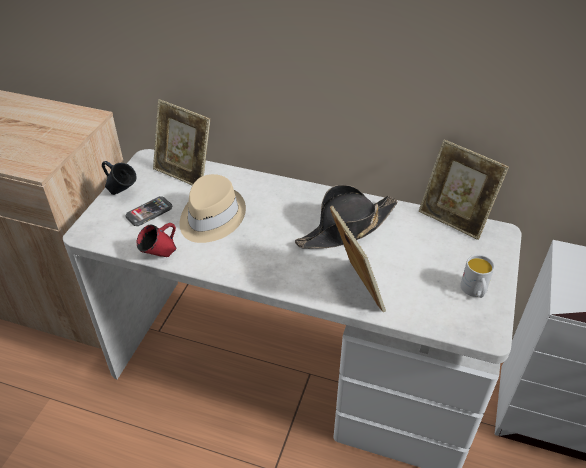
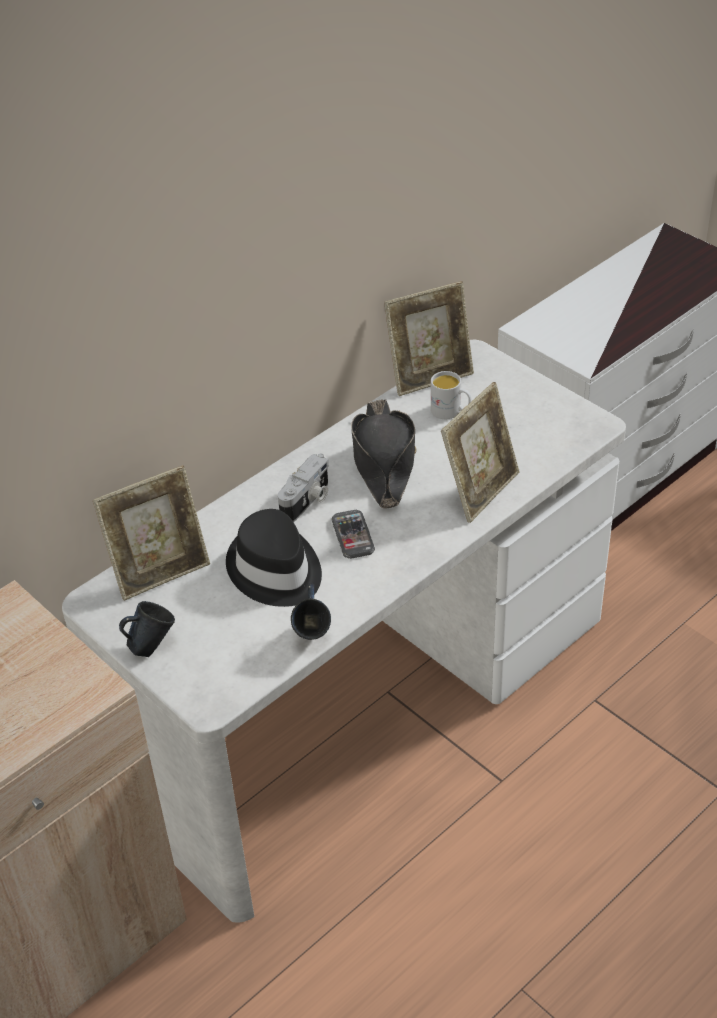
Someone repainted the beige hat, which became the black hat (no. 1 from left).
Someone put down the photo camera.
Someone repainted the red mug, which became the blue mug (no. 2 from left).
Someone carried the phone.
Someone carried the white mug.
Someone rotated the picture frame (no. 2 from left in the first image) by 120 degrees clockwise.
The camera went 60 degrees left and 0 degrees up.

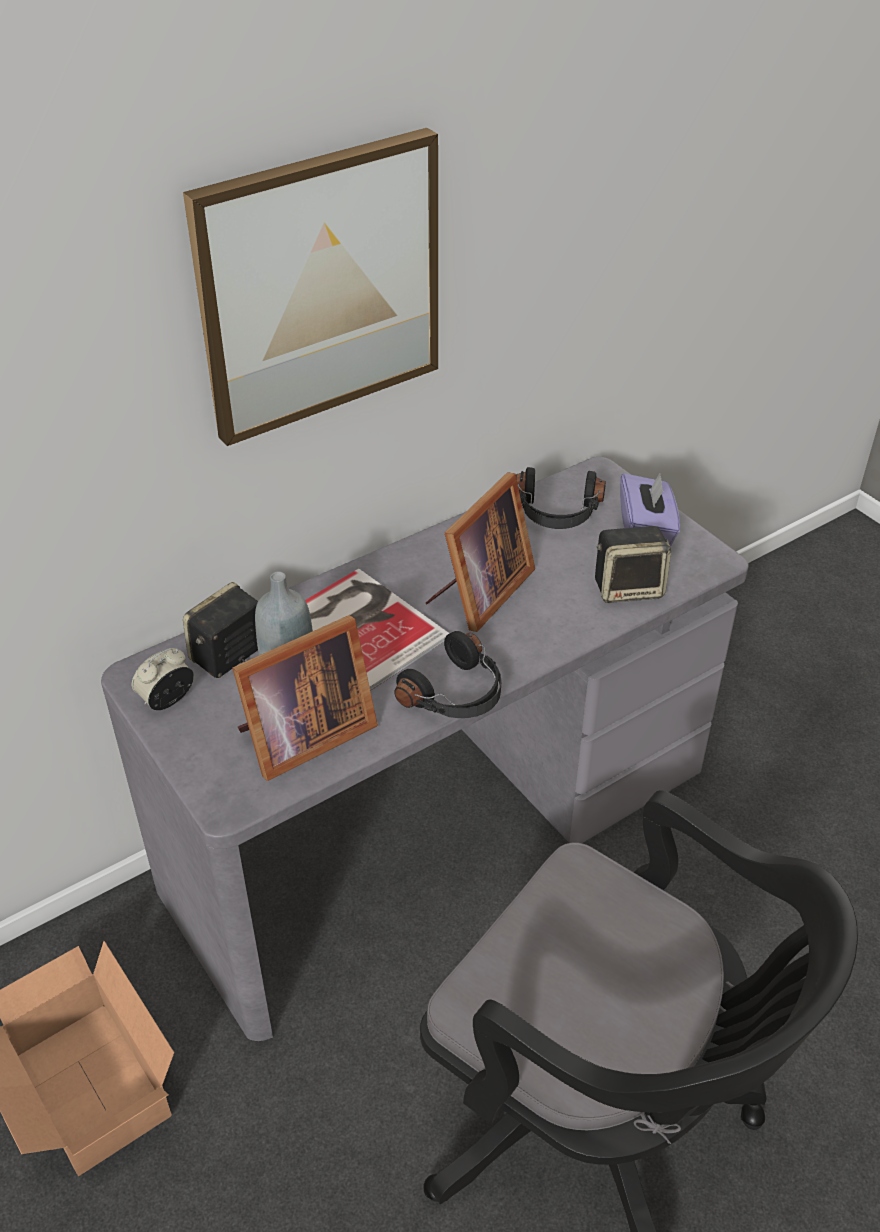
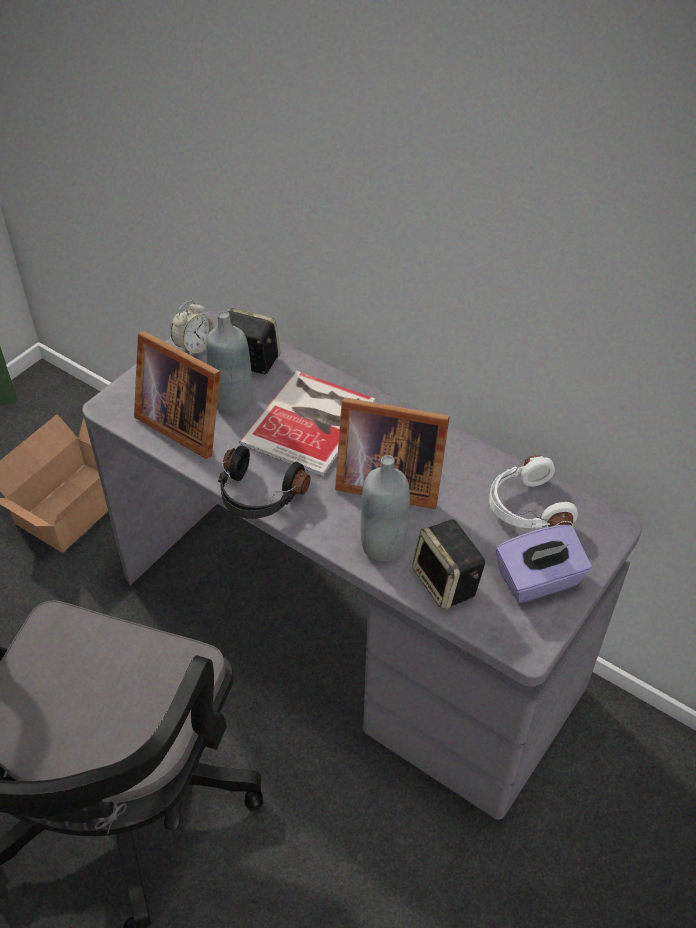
Someone rotated the alarm clock by 105 degrees clockwise.
Someone put down the grey bottle (no. 2 from left).
Someone repainted the black headphones (no. 2 from left), which became the white headphones.
Someone took away the picture.
The camera went 70 degrees right and 5 degrees up.

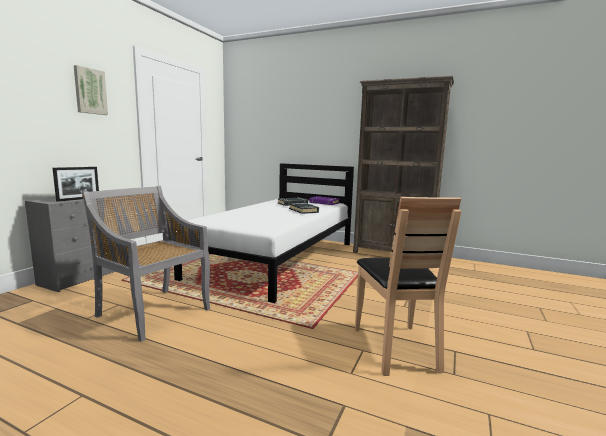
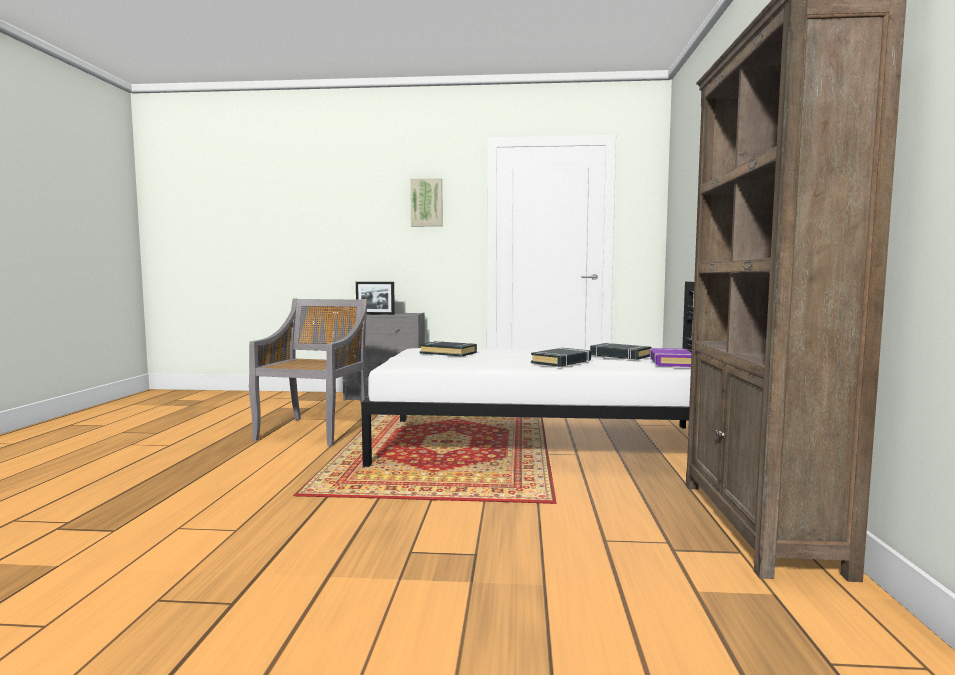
Someone put down the black book (no. 1 from left).
Someone took away the brown chair.
The camera went 70 degrees right and 5 degrees down.

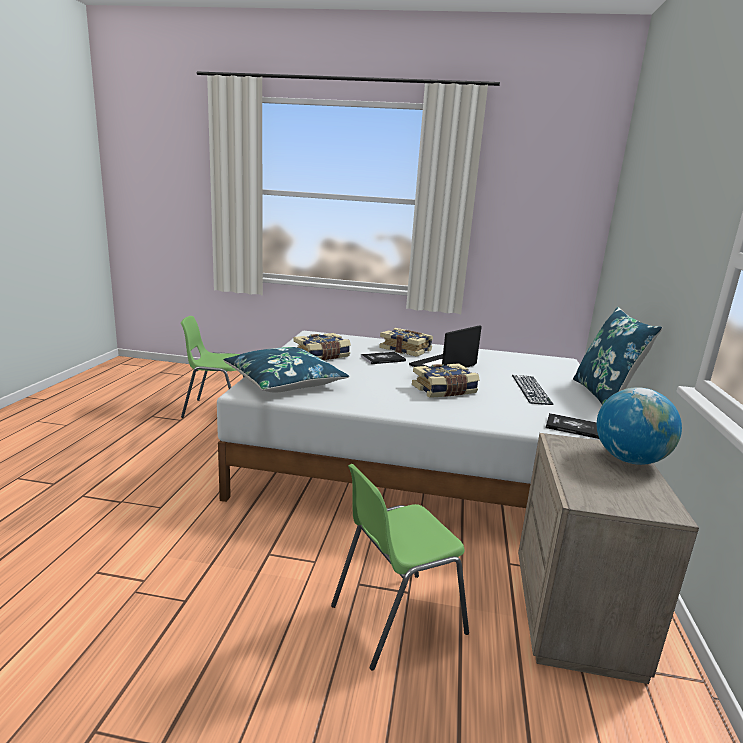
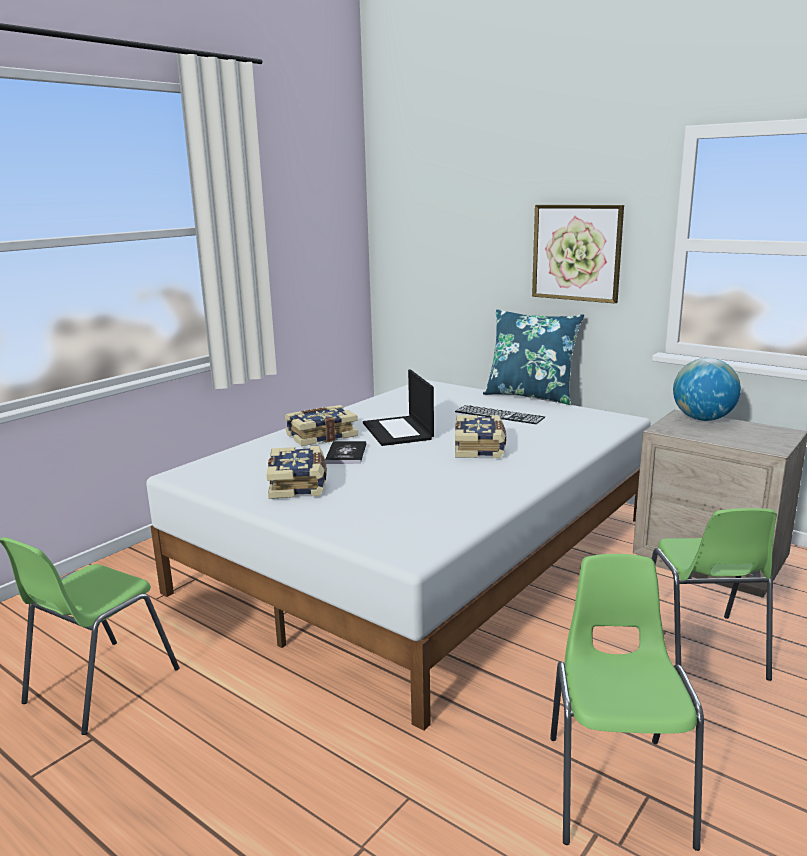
Someone put up the picture.
Someone put down the green chair (no. 2 from left).
Someone took away the blue pillow (no. 1 from left).
Someone took away the book (no. 5 from left).
The camera went 60 degrees left and 0 degrees up.

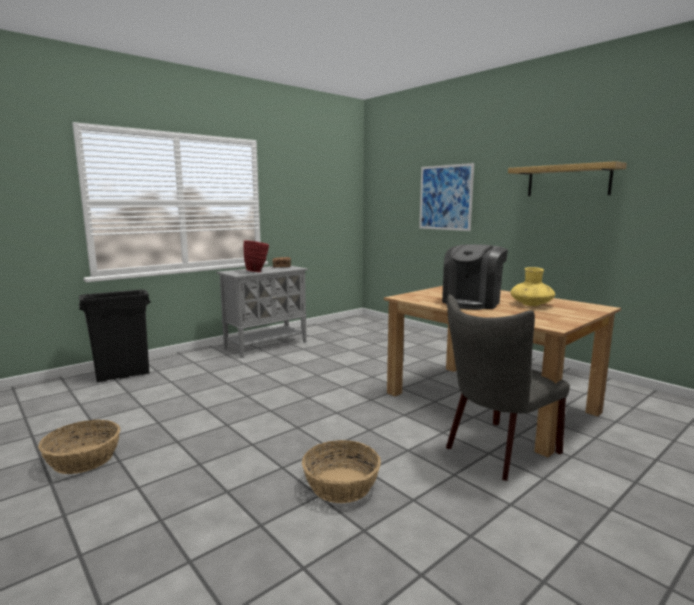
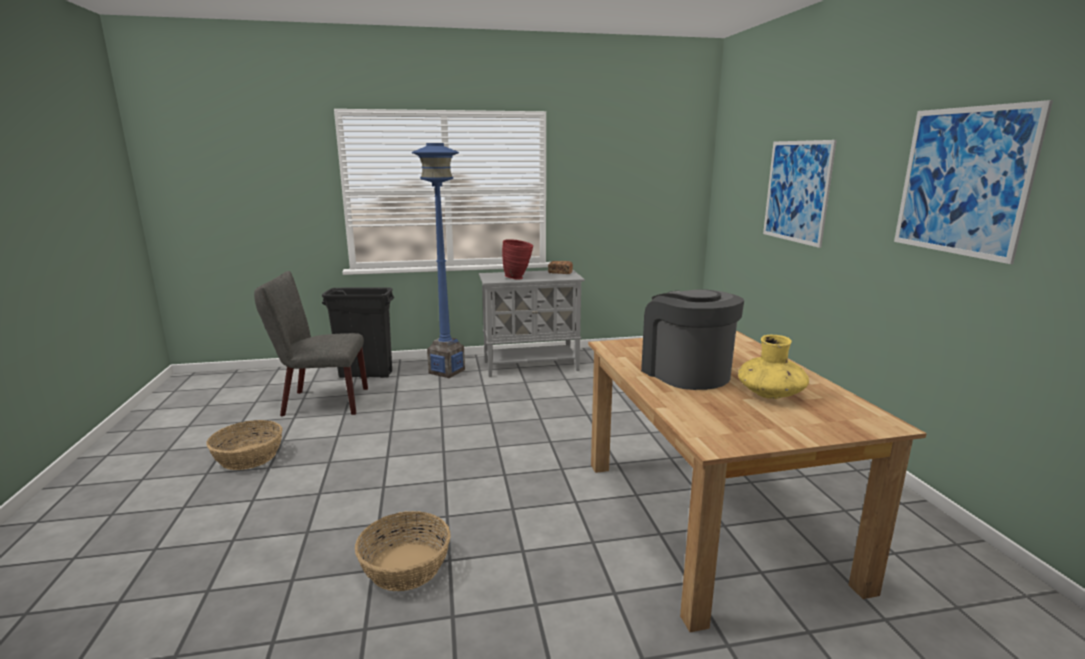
Someone carried the grey chair.
Someone put down the blue floor lamp.
Someone rotated the coffee machine by 90 degrees clockwise.
Someone swapped the shelf for the picture (no. 2 from left).
The camera went 30 degrees right and 5 degrees up.

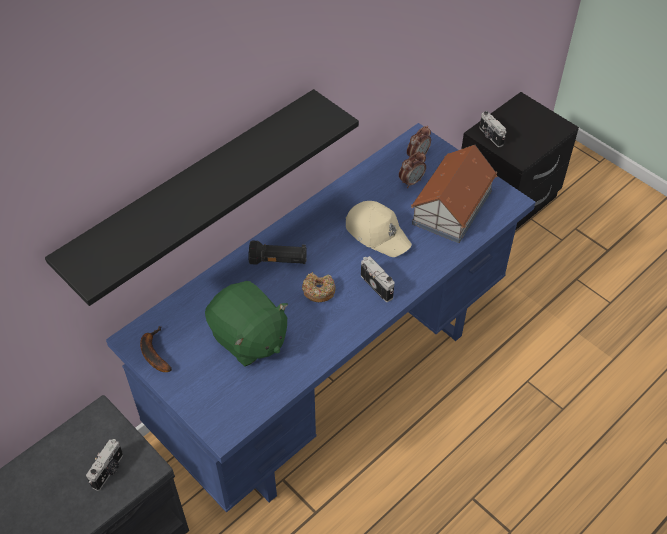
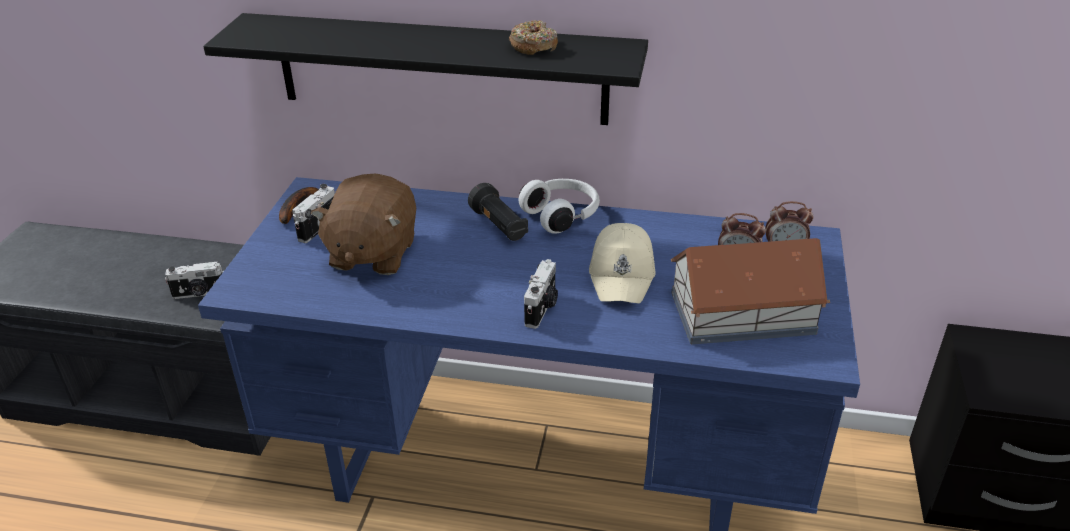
Someone carried the photo camera (no. 3 from left in the first image).
Someone repainted the green plush toy, which became the brown plush toy.
Someone carried the donut.
Someone put down the white headphones.
The camera went 55 degrees right and 15 degrees down.

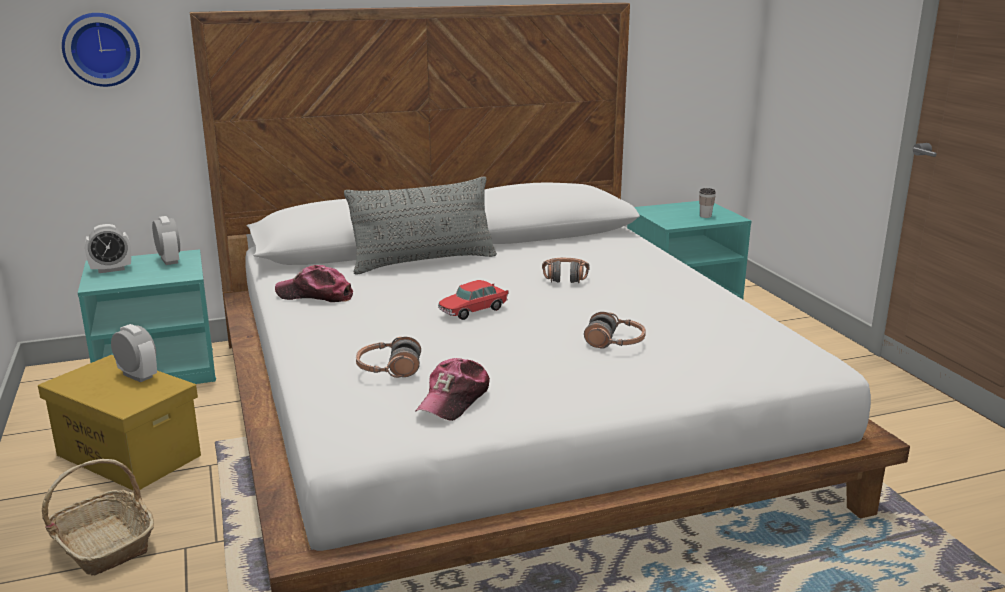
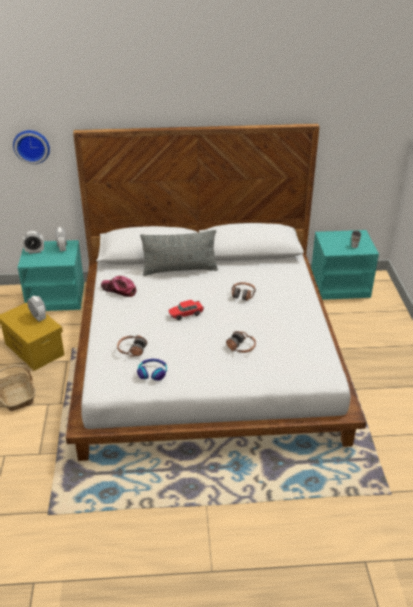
Someone swapped the cap (no. 2 from left) for the headphones (no. 2 from left).
The camera went 15 degrees right and 15 degrees up.

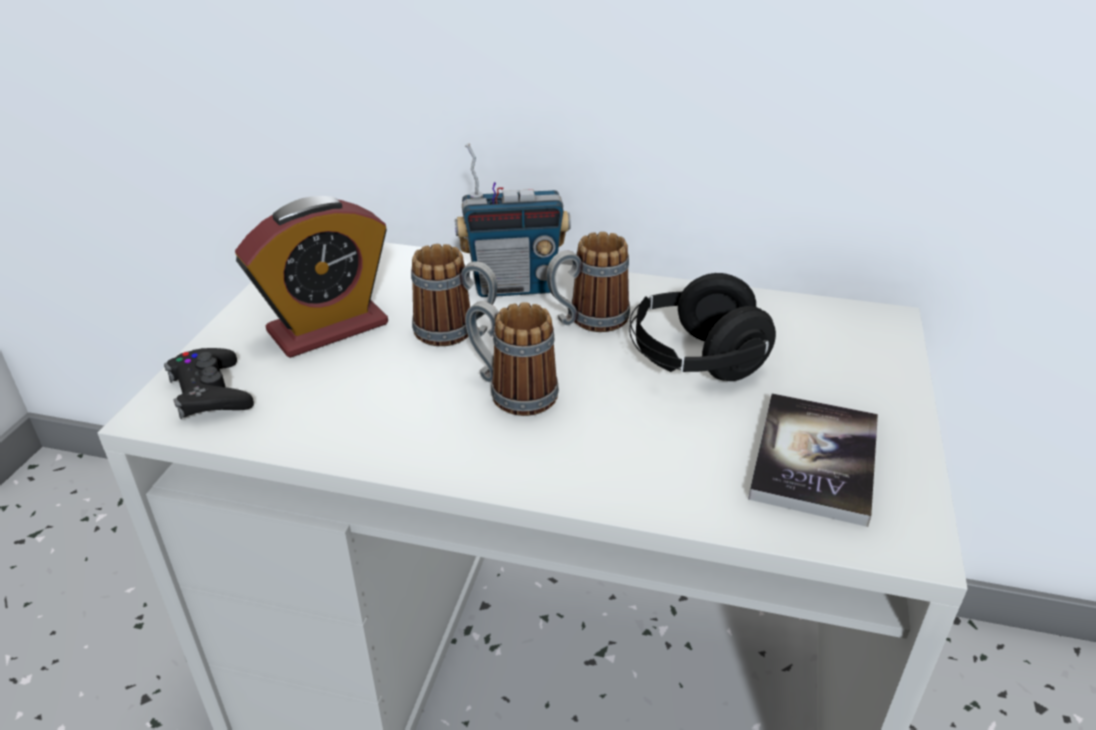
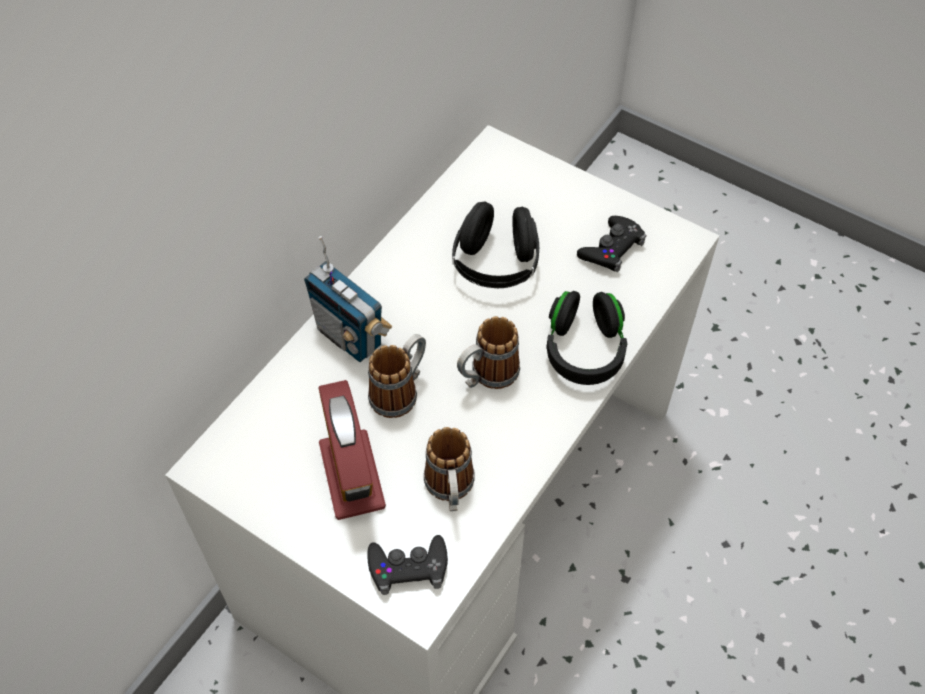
Someone rotated the radio by 120 degrees clockwise.
Someone carried the mug (no. 3 from left in the first image).
Someone put down the black headphones (no. 2 from left).
Someone swapped the book for the black game controller (no. 2 from left).
The camera went 70 degrees left and 20 degrees up.

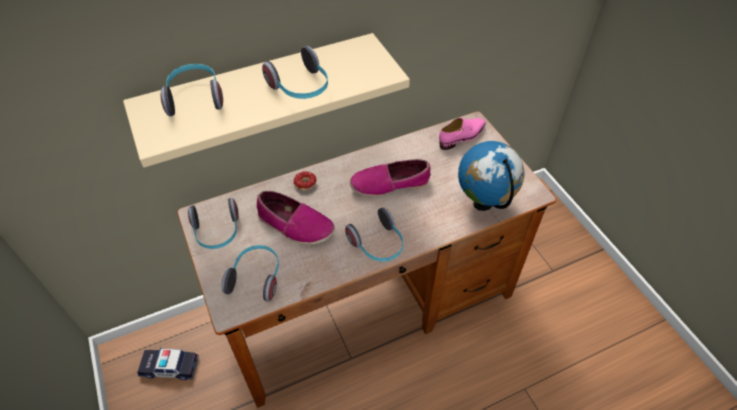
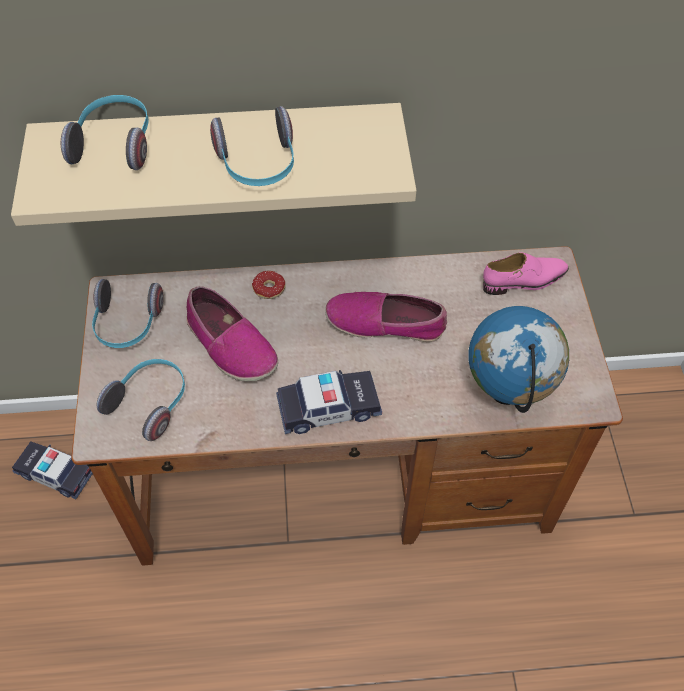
Someone swapped the headphones (no. 5 from left) for the toy car (no. 2 from left).
The camera went 20 degrees right and 5 degrees up.

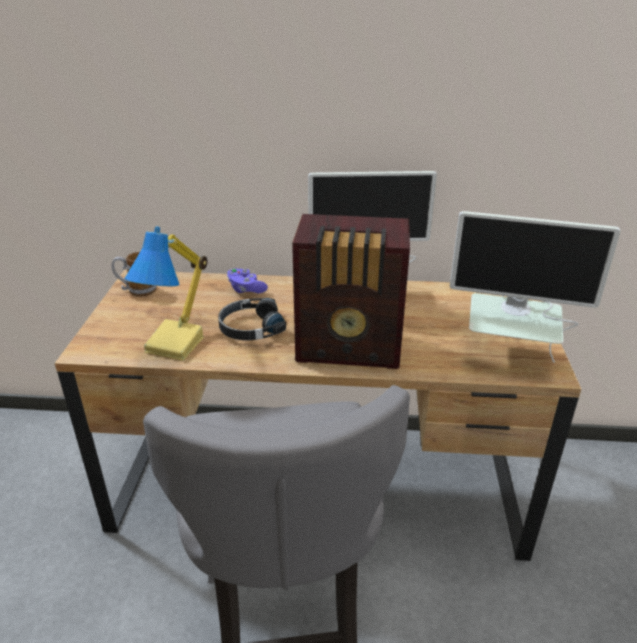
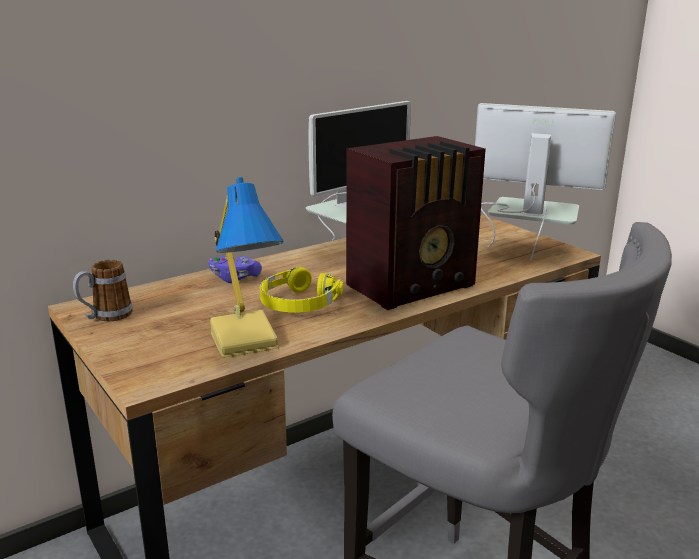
Someone repainted the black headphones, which became the yellow headphones.
Someone rotated the monitor (no. 2 from left) by 135 degrees counterclockwise.
The camera went 40 degrees left and 10 degrees down.

